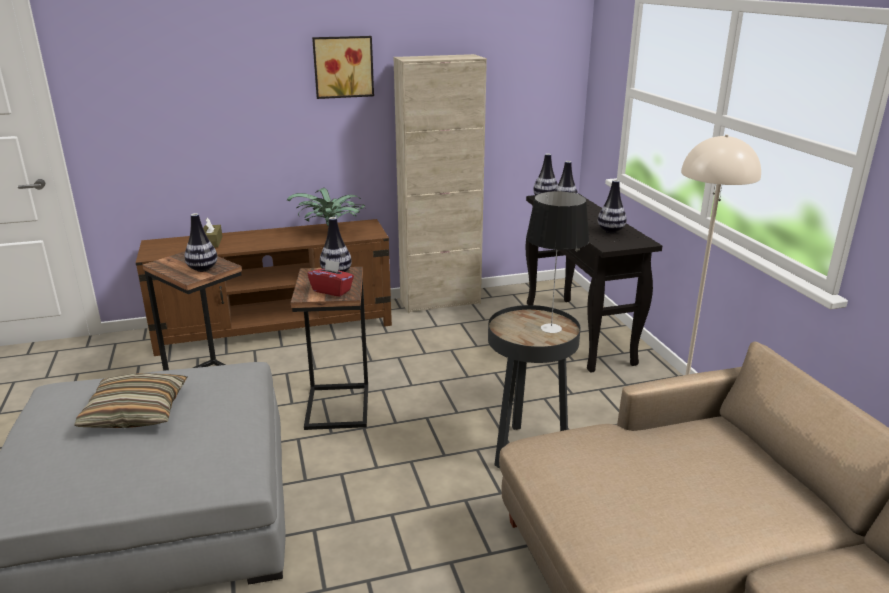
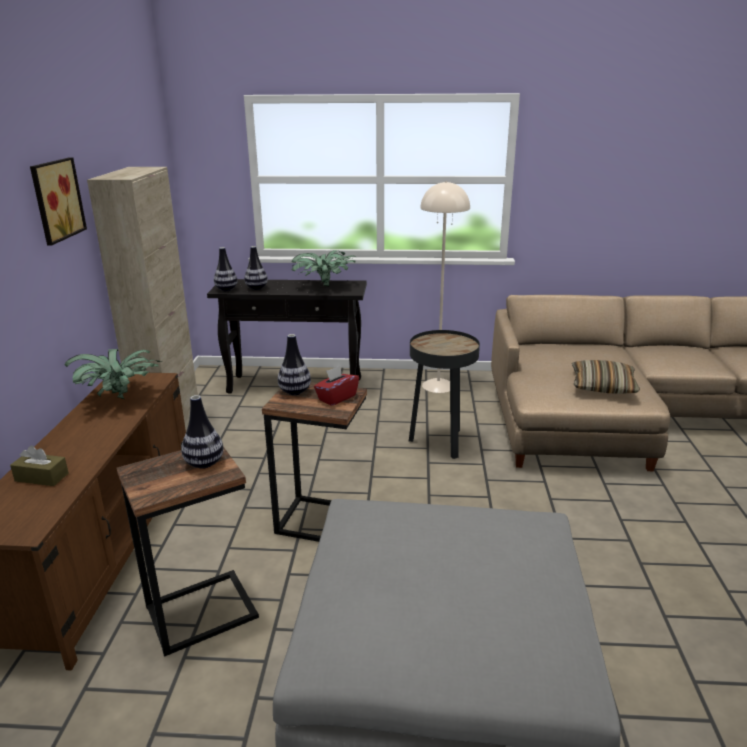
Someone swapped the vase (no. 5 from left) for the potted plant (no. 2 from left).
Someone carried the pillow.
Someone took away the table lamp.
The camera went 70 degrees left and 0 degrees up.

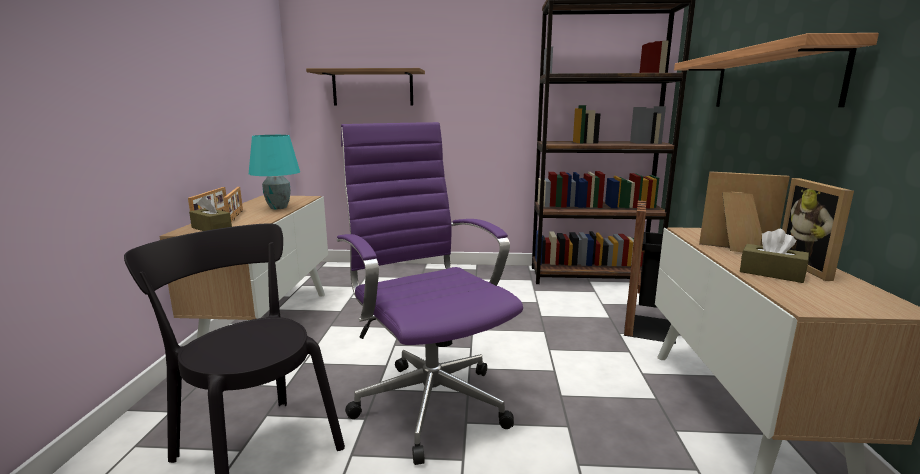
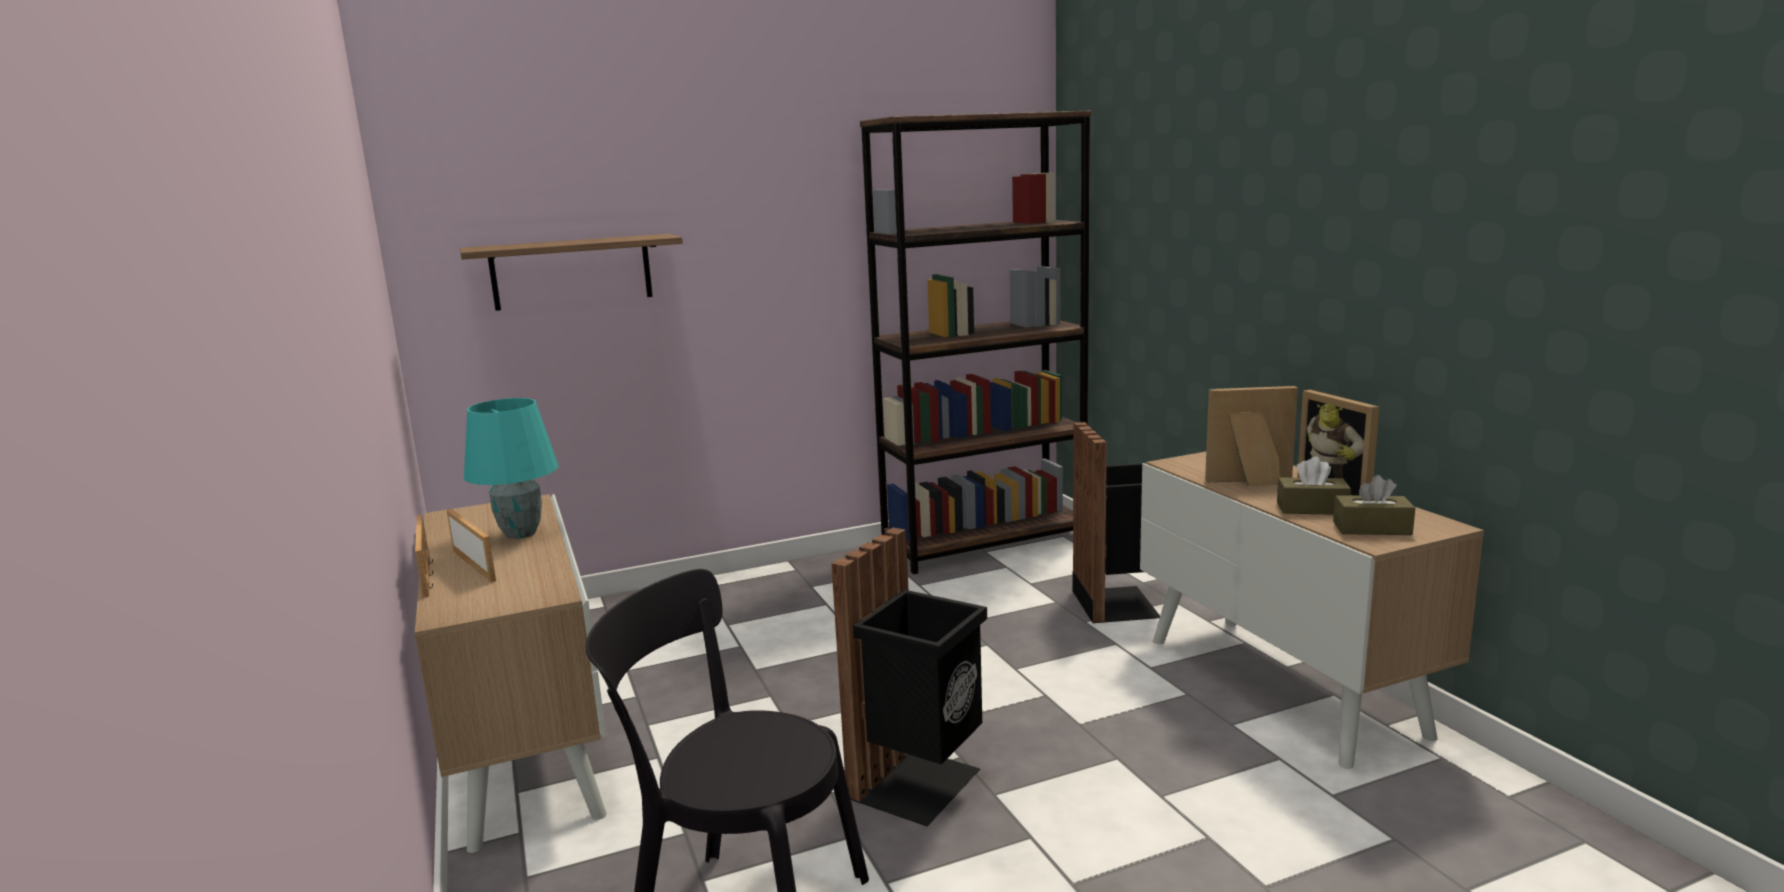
Someone swapped the purple office chair for the black trash can (no. 1 from left).
Someone carried the brown tissue box (no. 1 from left in the first image).
Someone took away the shelf (no. 2 from left).
The camera went 25 degrees left and 0 degrees up.

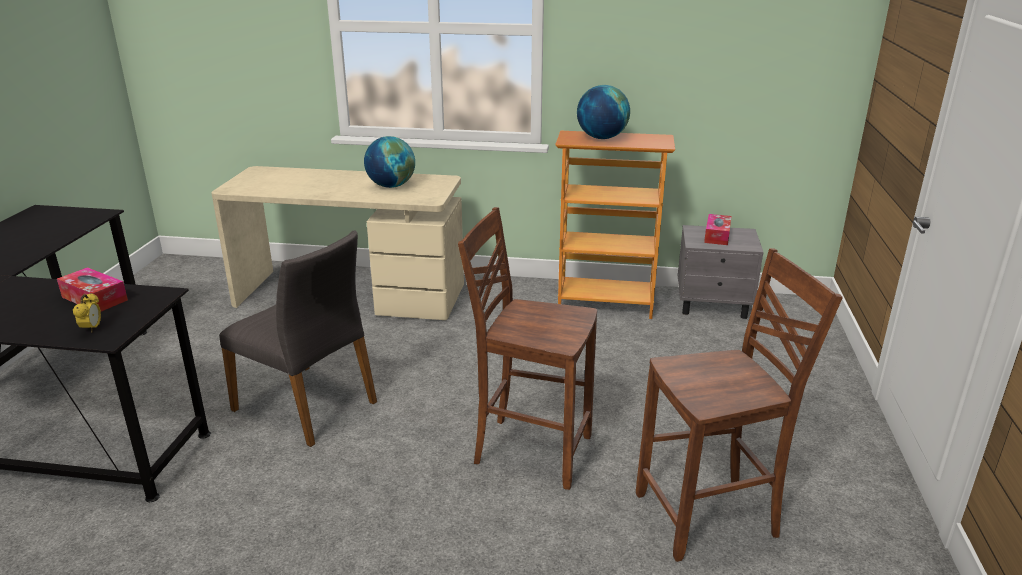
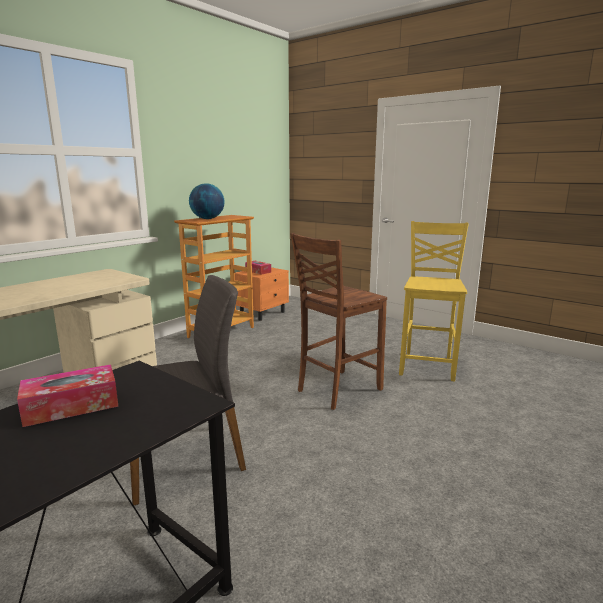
Someone repainted the grey nightstand, which became the orange nightstand.
Someone repainted the brown chair (no. 2 from left), which became the yellow chair.
Someone took away the alarm clock.
Someone took away the globe (no. 1 from left).
The camera went 60 degrees left and 10 degrees down.

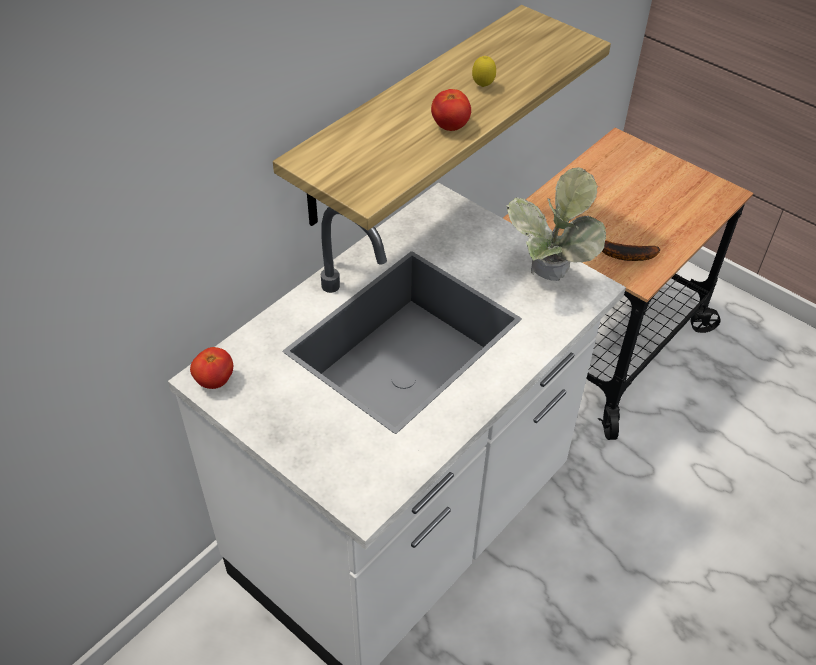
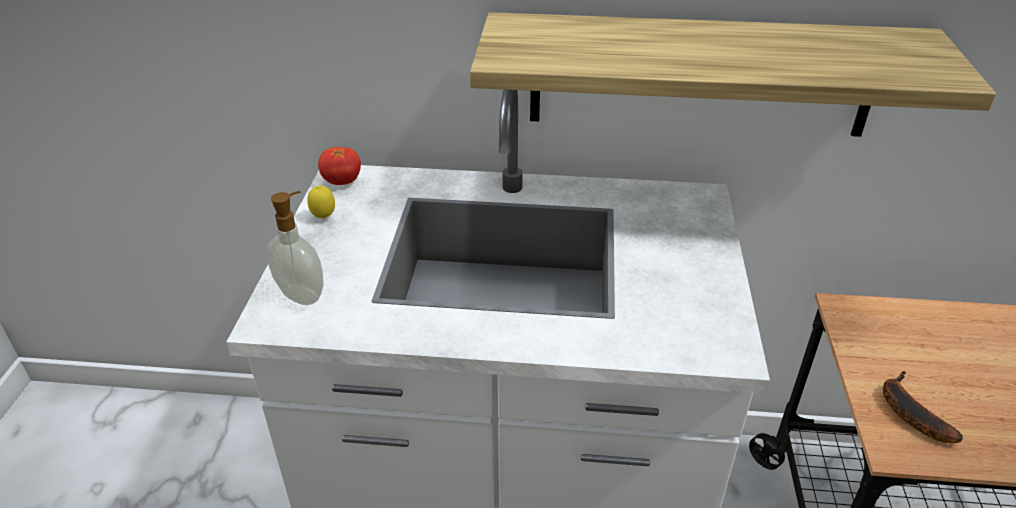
Someone put down the soap dispenser.
Someone carried the lemon.
Someone took away the tomato (no. 2 from left).
Someone took away the potted plant.
The camera went 55 degrees right and 10 degrees down.

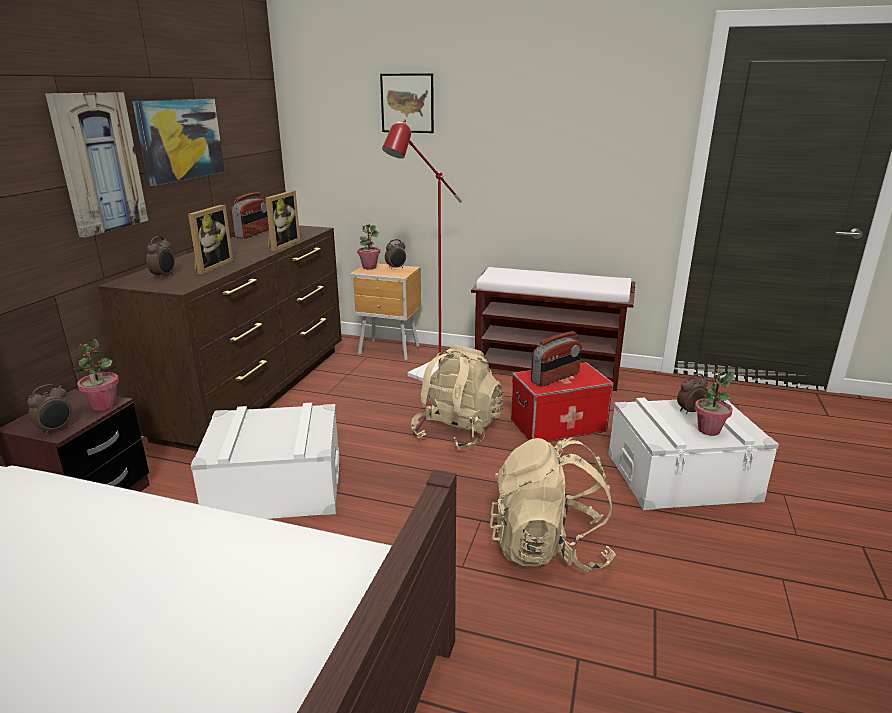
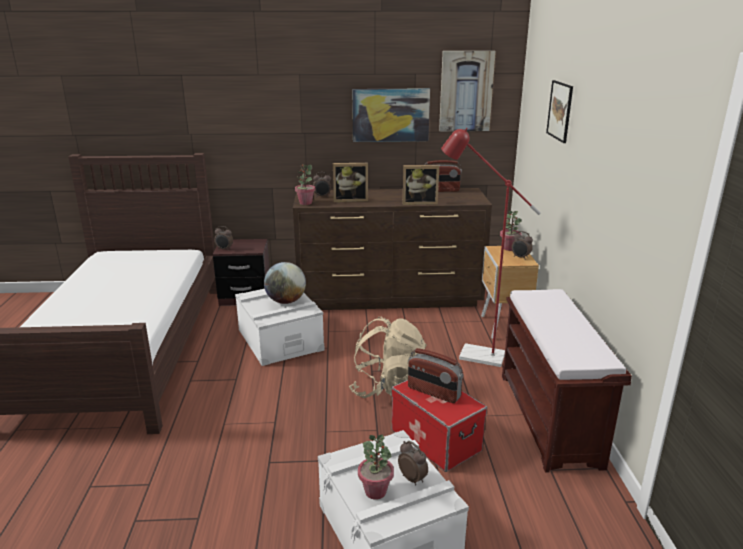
Someone put down the globe.
Someone carried the potted plant (no. 1 from left).
Someone carried the picture (no. 1 from left in the first image).
Someone took away the beige backpack (no. 2 from left).
The camera went 70 degrees right and 0 degrees up.

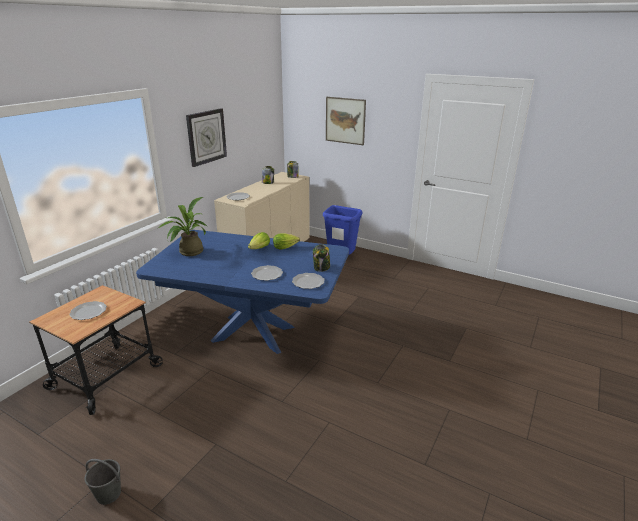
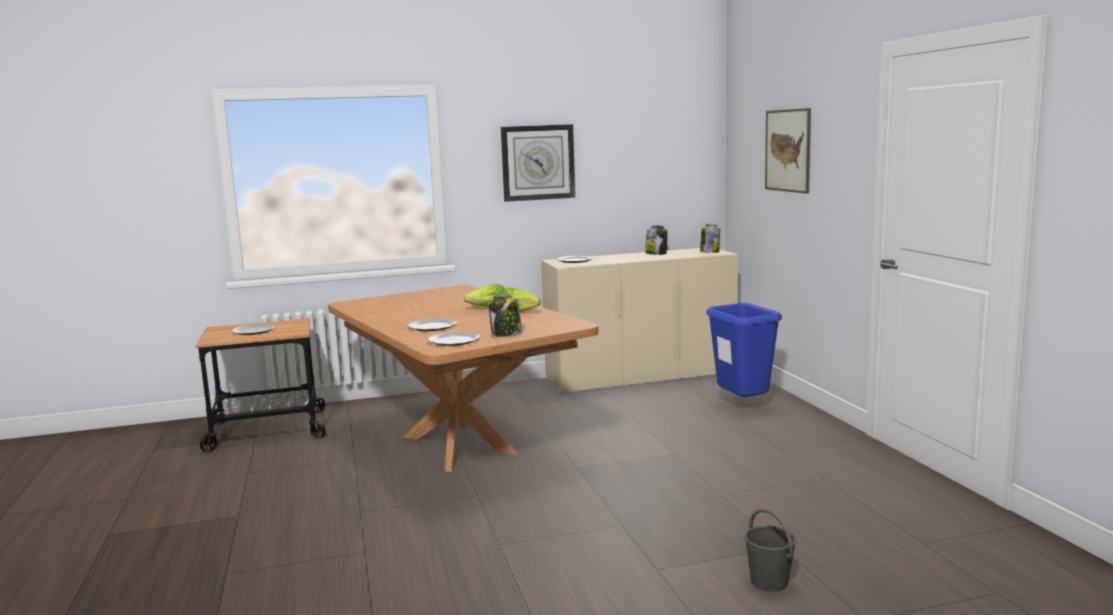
Someone repainted the blue dining table, which became the brown dining table.
Someone carried the grey bucket.
Someone took away the potted plant.
The camera went 45 degrees right and 15 degrees down.

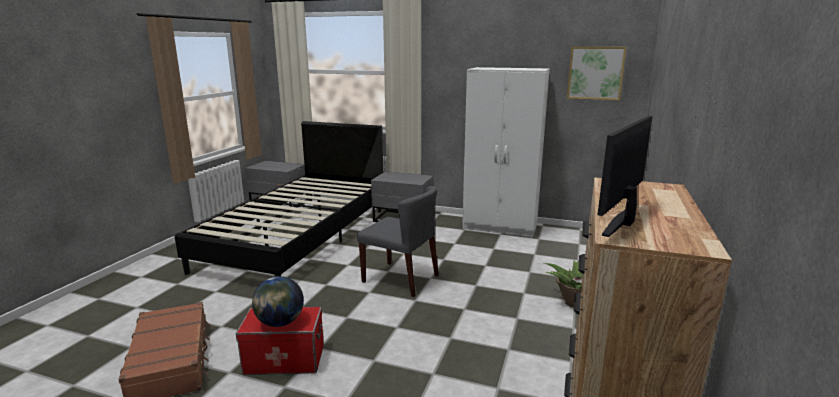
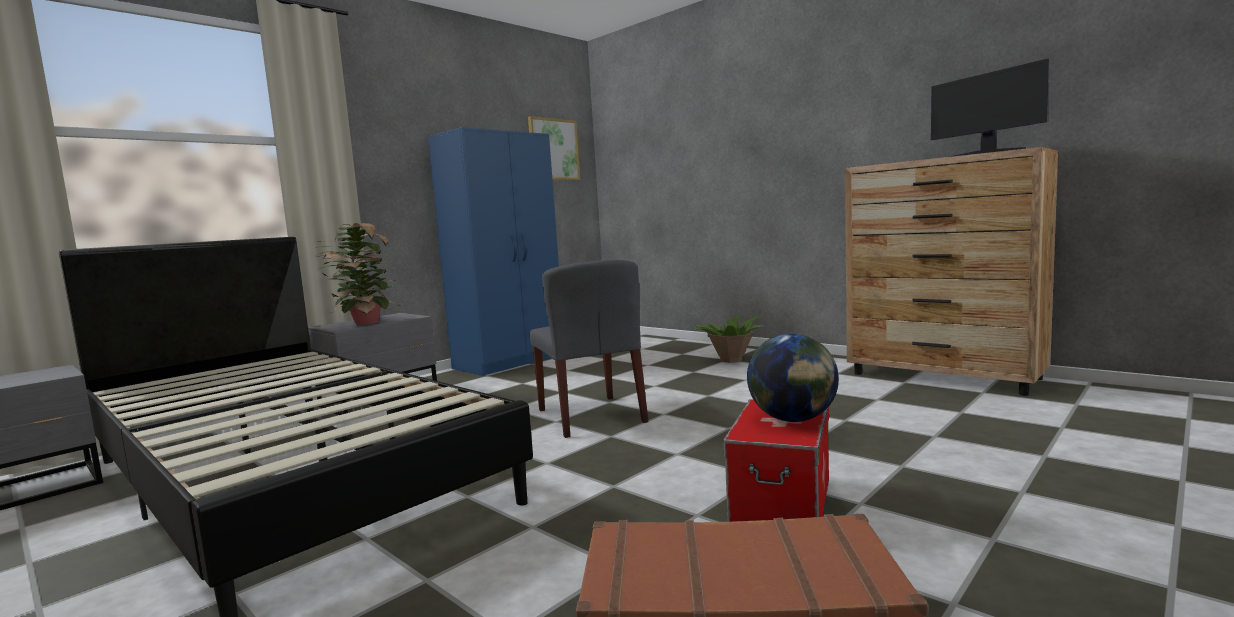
Someone put down the potted plant (no. 1 from left).
Someone repainted the white wardrobe, which became the blue wardrobe.
Someone rotated the grey chair by 105 degrees clockwise.
The camera went 65 degrees left and 10 degrees down.

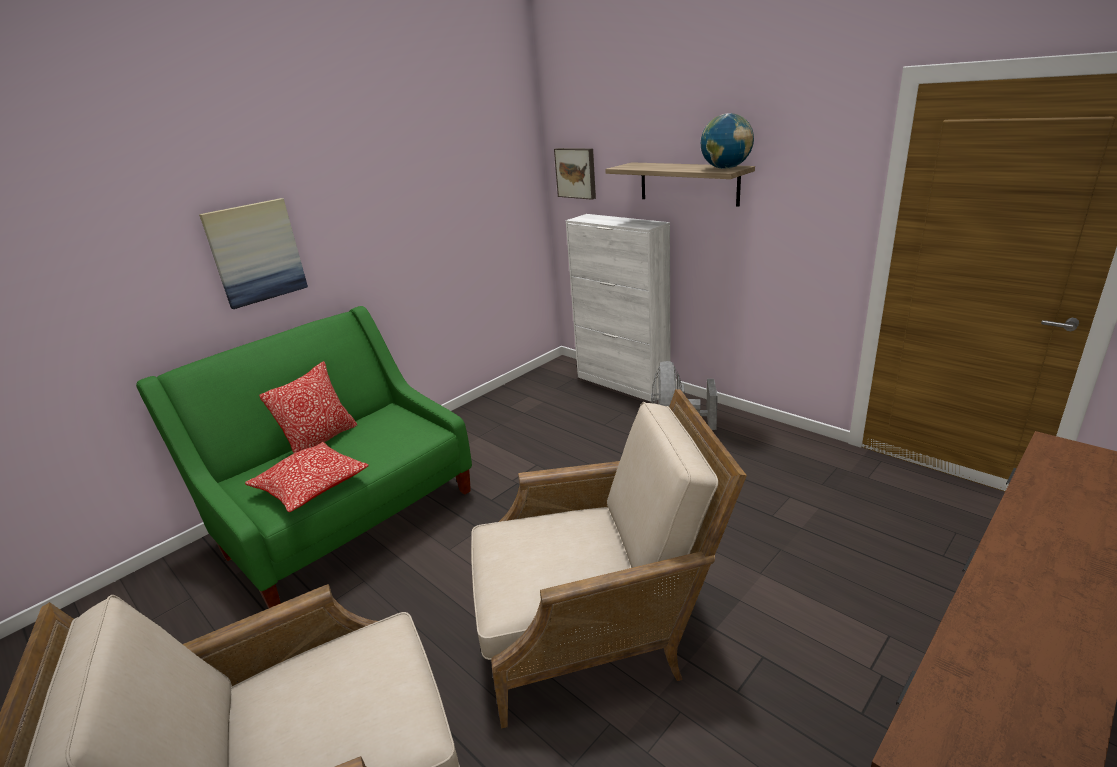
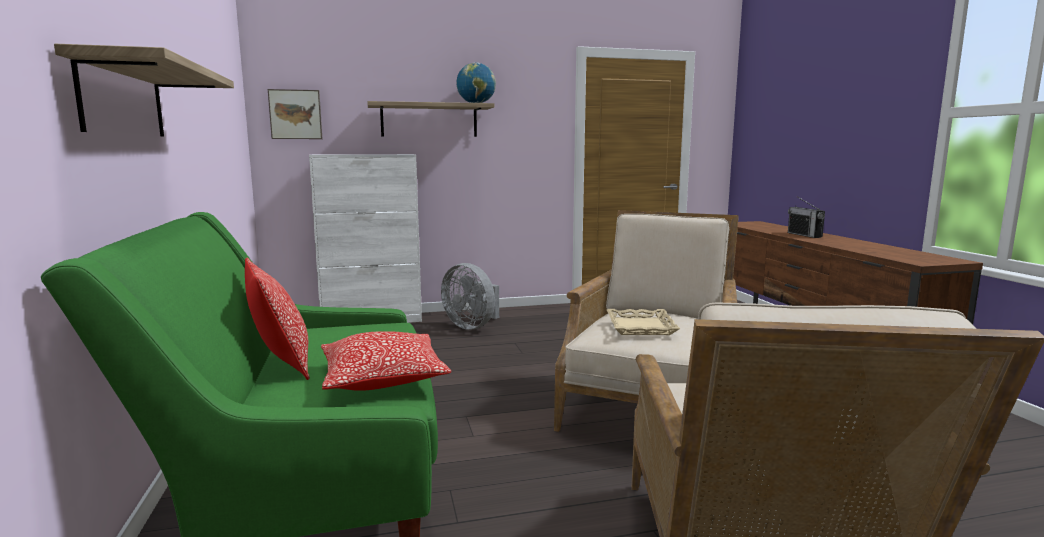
Someone swapped the picture (no. 1 from left) for the shelf (no. 1 from left).
Someone put down the beige tray.
Someone put down the radio.
The camera went 60 degrees left and 15 degrees down.

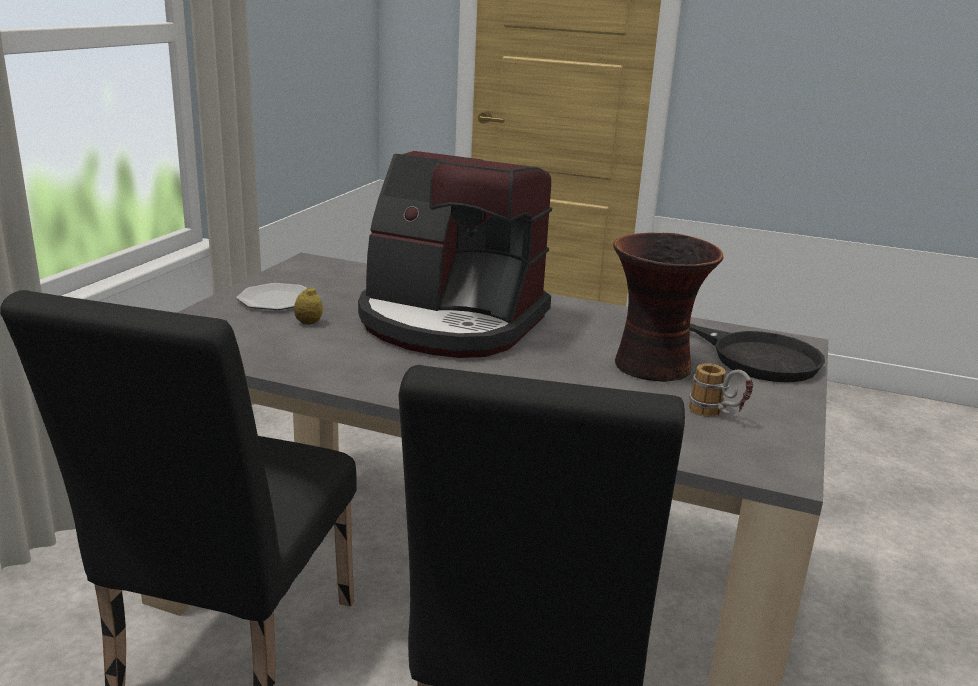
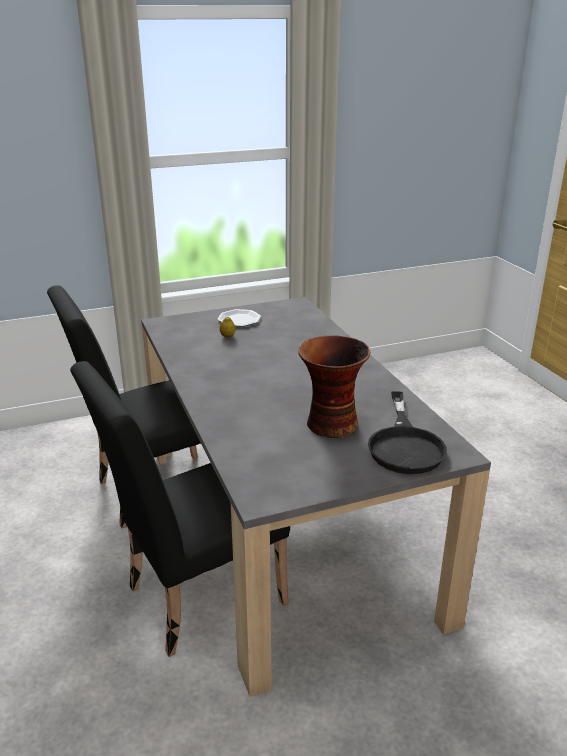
Someone took away the coffee machine.
Someone took away the mug.
The camera went 50 degrees right and 5 degrees up.

